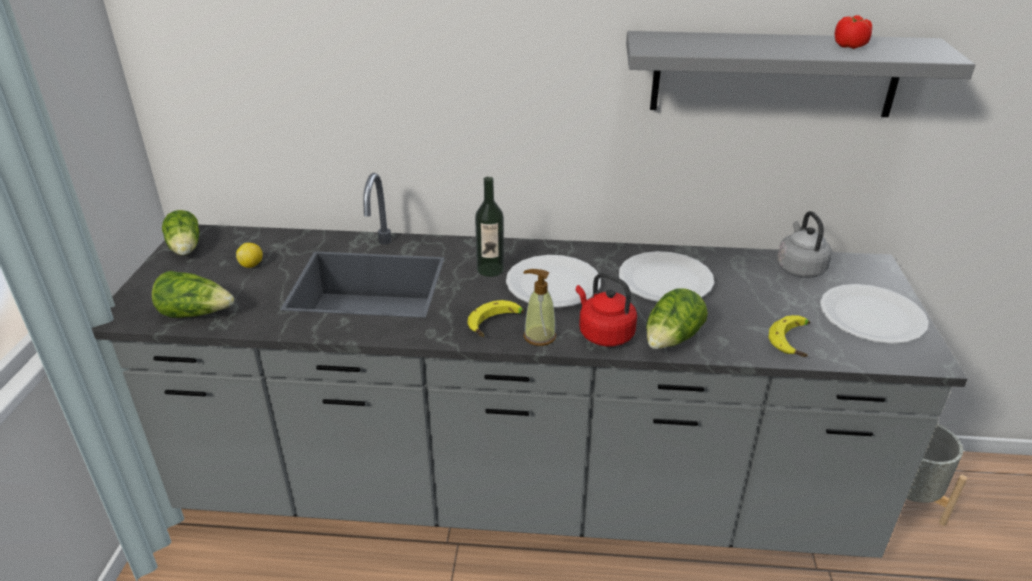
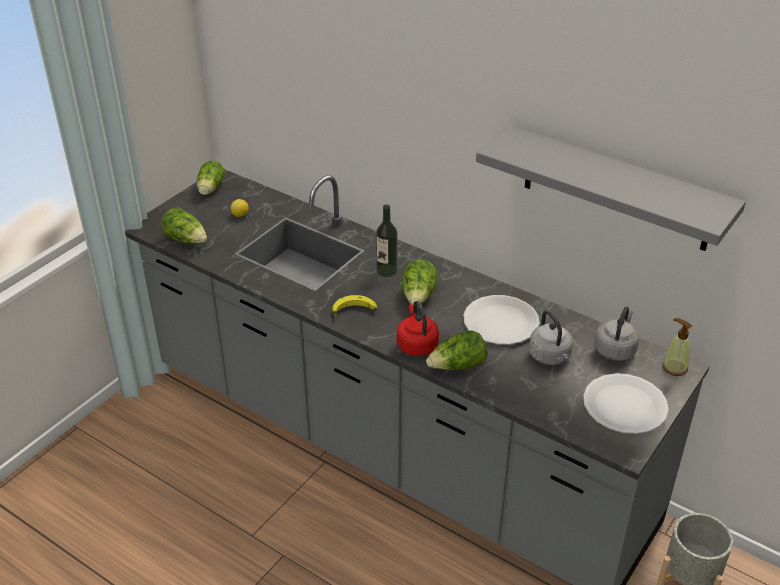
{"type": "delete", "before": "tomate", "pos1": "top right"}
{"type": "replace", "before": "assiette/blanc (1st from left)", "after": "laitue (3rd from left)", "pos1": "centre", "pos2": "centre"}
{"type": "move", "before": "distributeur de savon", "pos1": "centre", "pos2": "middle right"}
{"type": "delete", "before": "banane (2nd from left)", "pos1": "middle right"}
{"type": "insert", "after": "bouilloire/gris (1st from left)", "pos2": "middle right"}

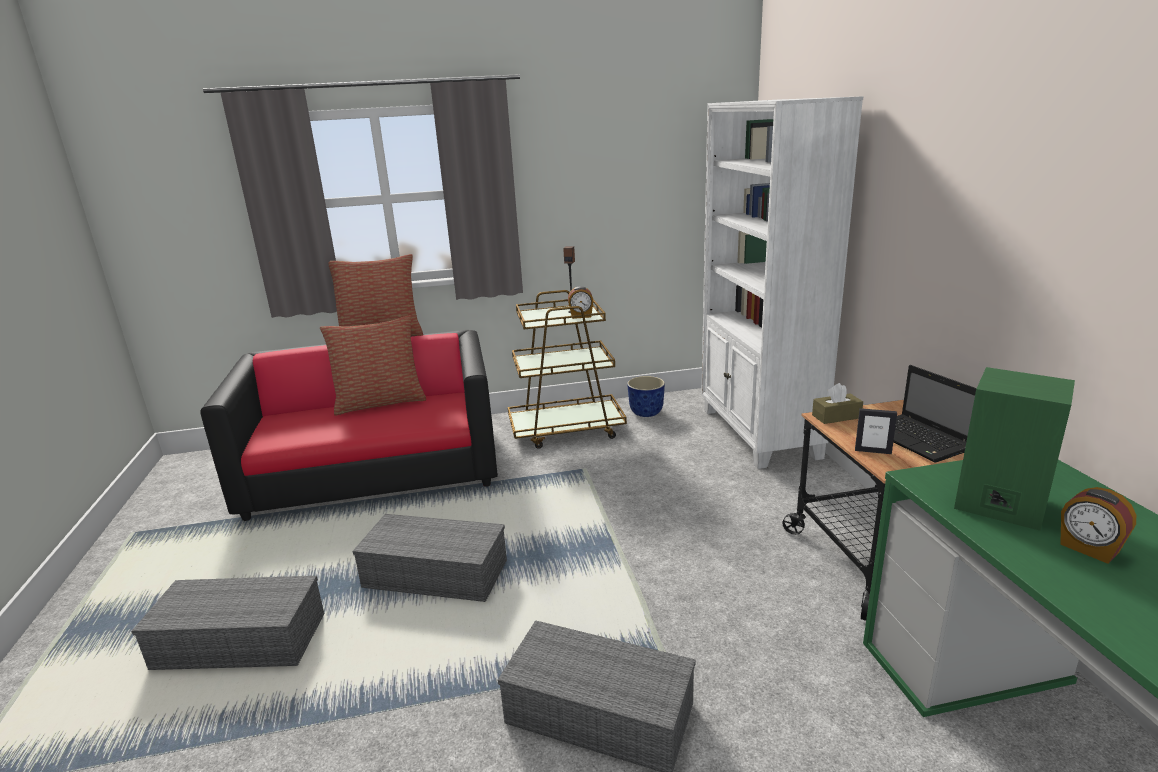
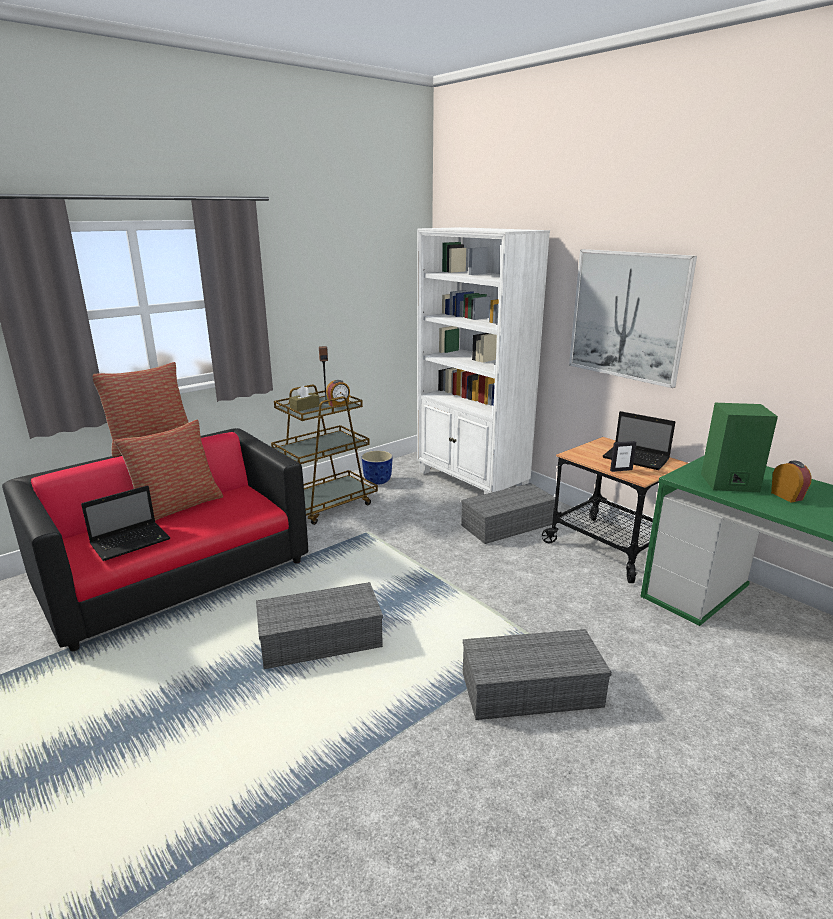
{"type": "move", "before": "boîte à mouchoirs/marron", "pos1": "middle right", "pos2": "centre"}
{"type": "rotate", "before": "réveil (2nd from left)", "pos1": "bottom right", "pos2": "middle right", "turn": -135}
{"type": "move", "before": "boîte de rangement/gris (1st from left in the first image)", "after": "boîte de rangement/gris (2nd from left)", "pos1": "bottom left", "pos2": "centre"}
{"type": "insert", "after": "tableau", "pos2": "middle right"}
{"type": "insert", "after": "ordinateur portable (1st from left)", "pos2": "middle left"}

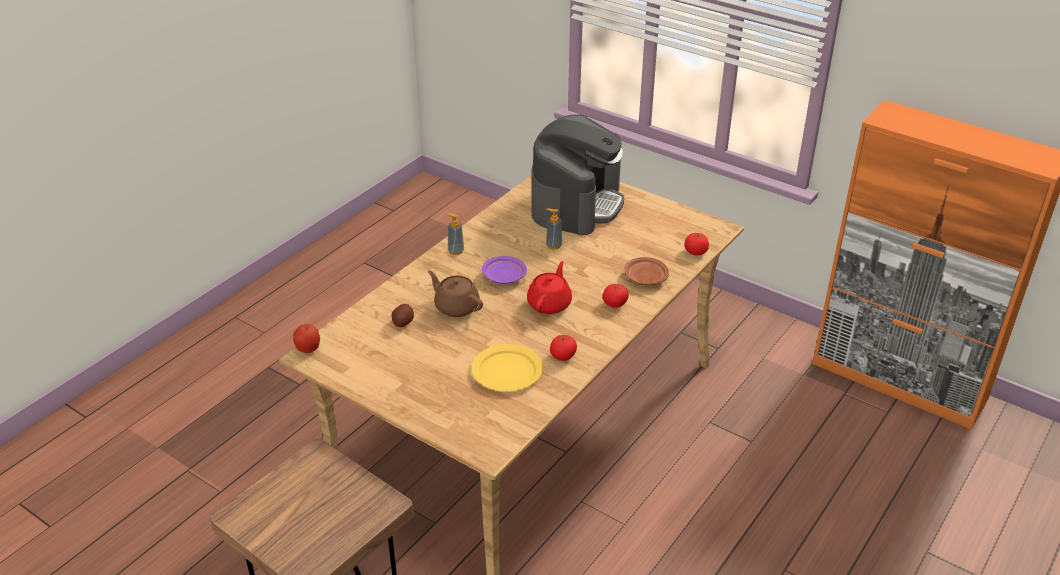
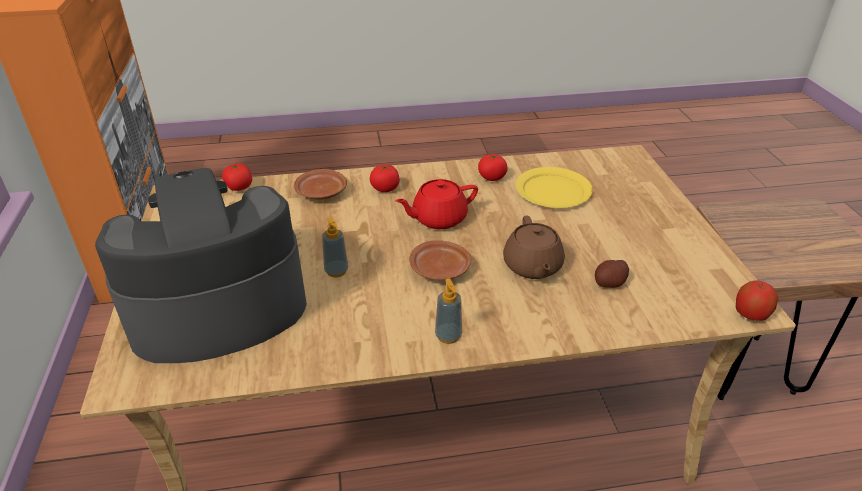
{"type": "recolor", "before": "assiette/violet", "after": "assiette/marron (2nd from left)", "pos1": "centre", "pos2": "centre"}

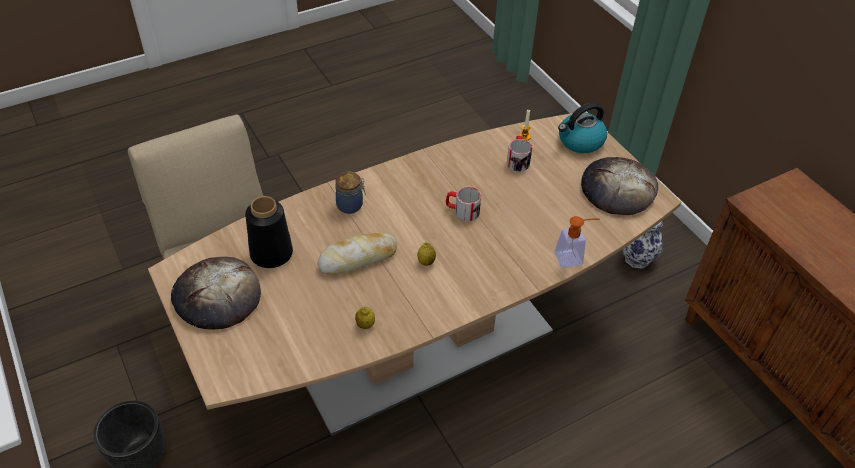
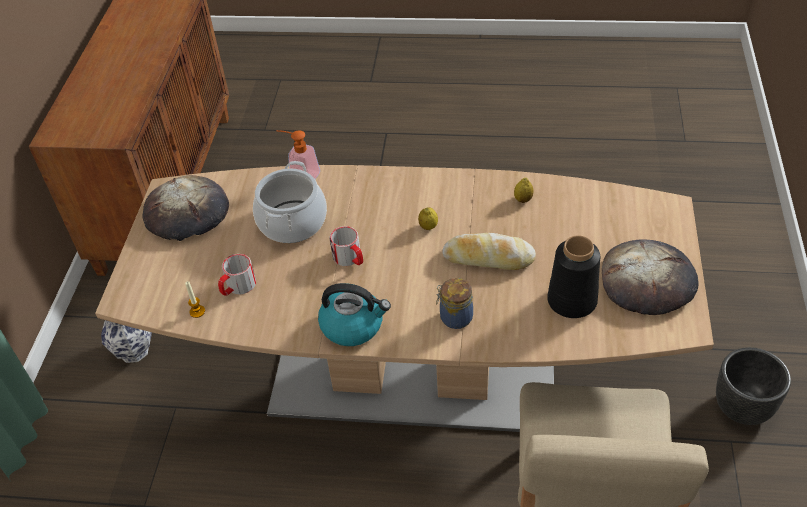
{"type": "move", "before": "bouilloire", "pos1": "top right", "pos2": "centre"}
{"type": "insert", "after": "marmite", "pos2": "centre"}

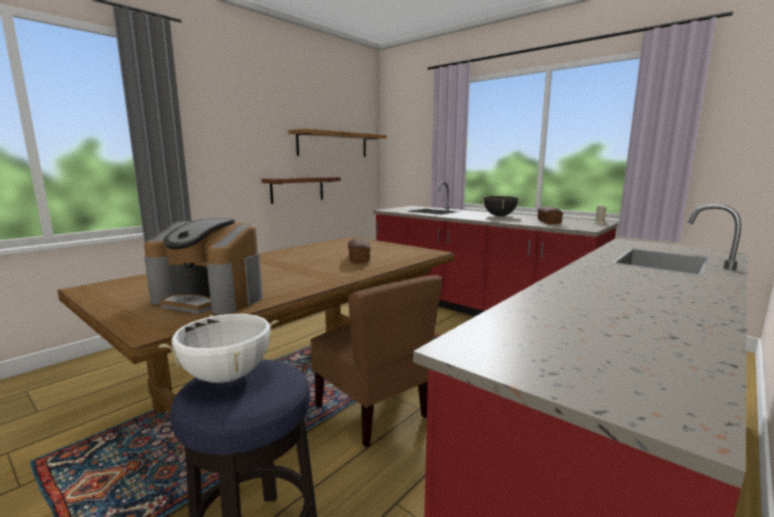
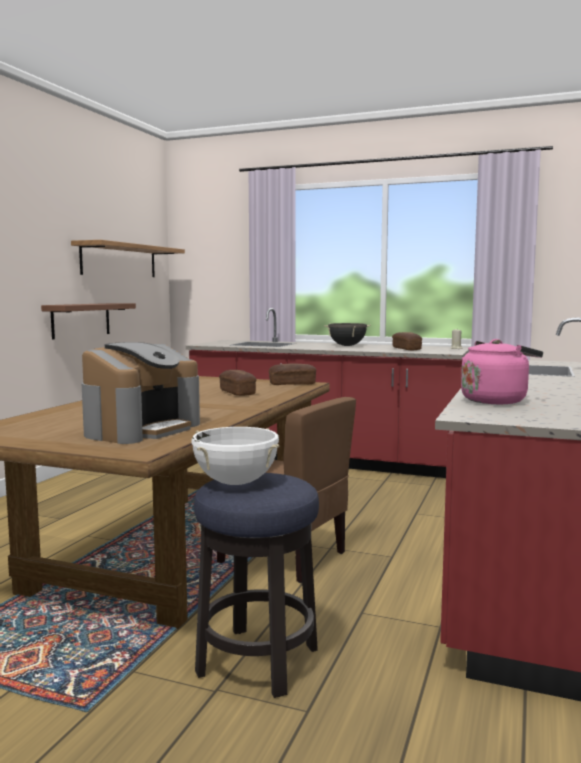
{"type": "rotate", "before": "machine à café", "pos1": "middle left", "pos2": "middle left", "turn": -60}
{"type": "insert", "after": "bouilloire/rose", "pos2": "middle right"}
{"type": "insert", "after": "pain (2nd from left)", "pos2": "centre"}

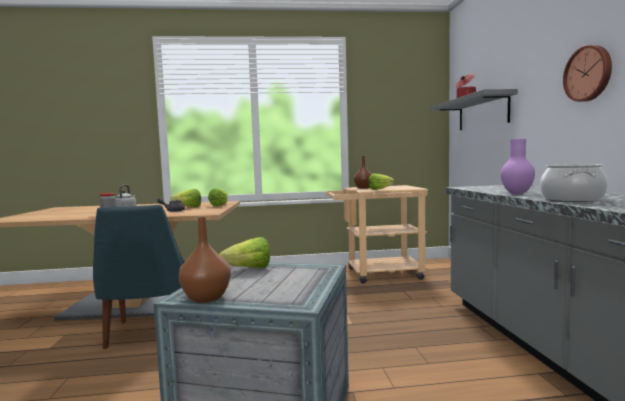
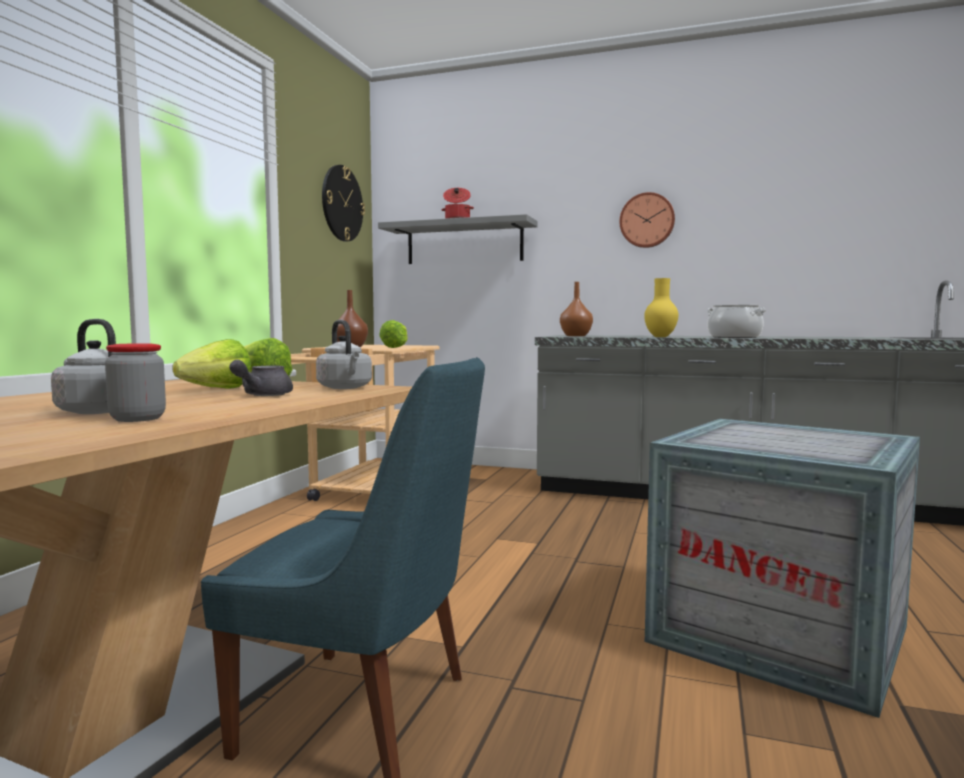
{"type": "recolor", "before": "vase/violet", "after": "vase/jaune", "pos1": "middle right", "pos2": "middle right"}
{"type": "move", "before": "vase/marron (1st from left in the first image)", "after": "vase/marron (2nd from left)", "pos1": "middle left", "pos2": "centre"}
{"type": "delete", "before": "laitue (3rd from left)", "pos1": "centre"}
{"type": "insert", "after": "horloge murale (1st from left)", "pos2": "top centre"}
{"type": "insert", "after": "bouilloire/gris (2nd from left)", "pos2": "centre"}

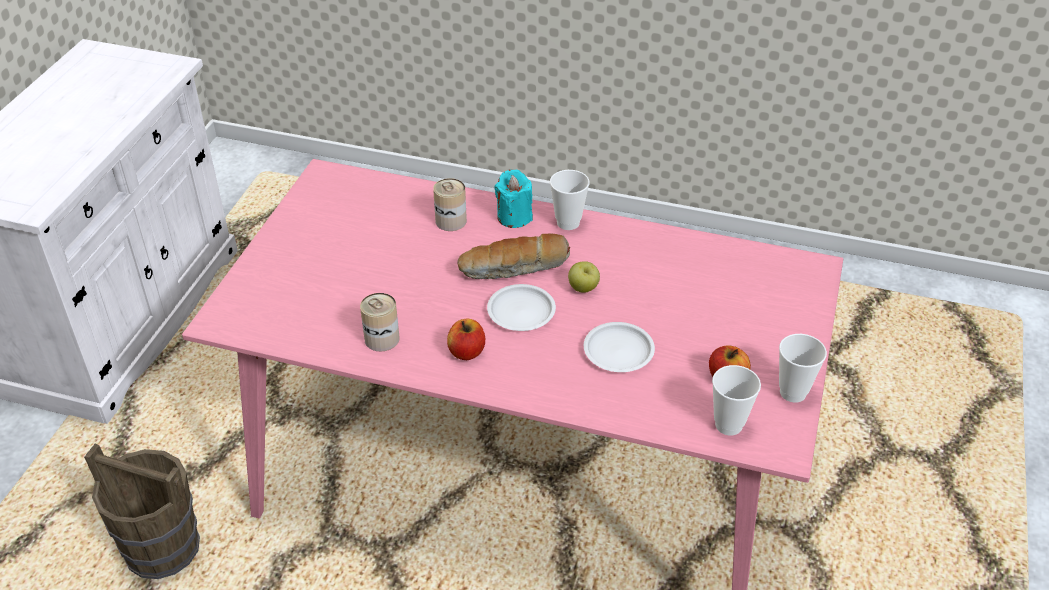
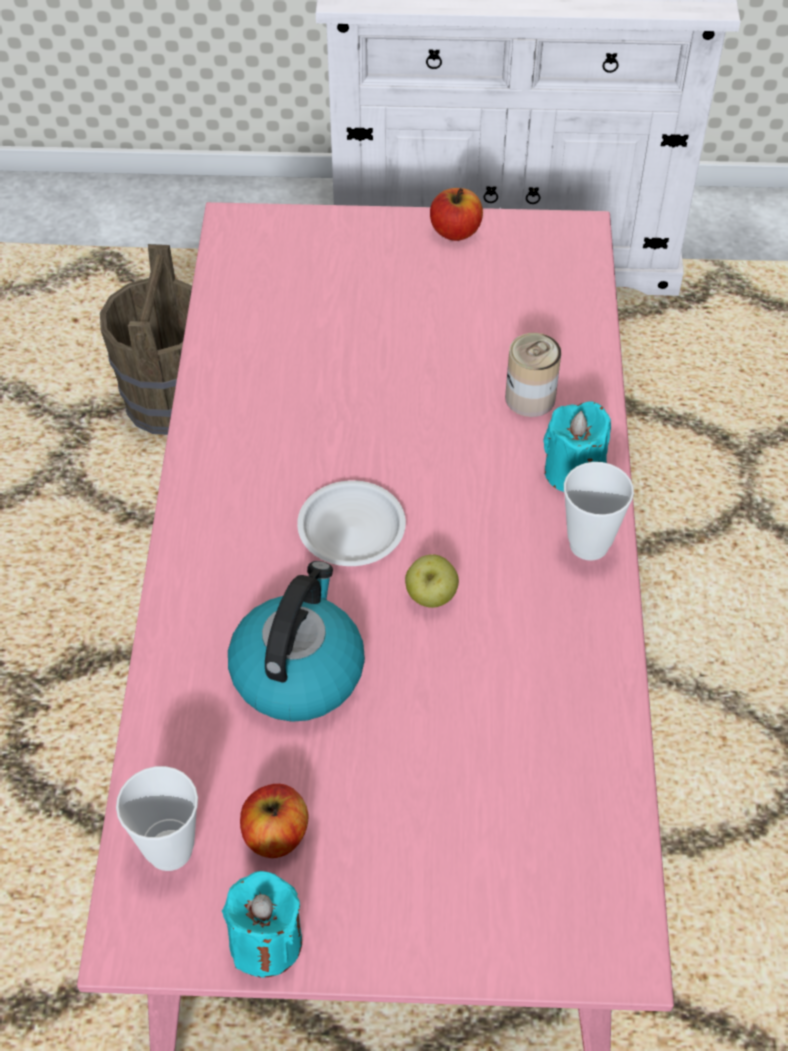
{"type": "delete", "before": "pain", "pos1": "centre"}
{"type": "delete", "before": "boîte métallique (1st from left)", "pos1": "centre"}
{"type": "move", "before": "pomme (1st from left in the first image)", "after": "pomme (3rd from left)", "pos1": "centre", "pos2": "top centre"}
{"type": "replace", "before": "assiette/blanc (2nd from left)", "after": "bouilloire", "pos1": "centre", "pos2": "centre"}
{"type": "replace", "before": "tasse (3rd from left)", "after": "bougie/turquoise (1st from left)", "pos1": "middle right", "pos2": "bottom left"}

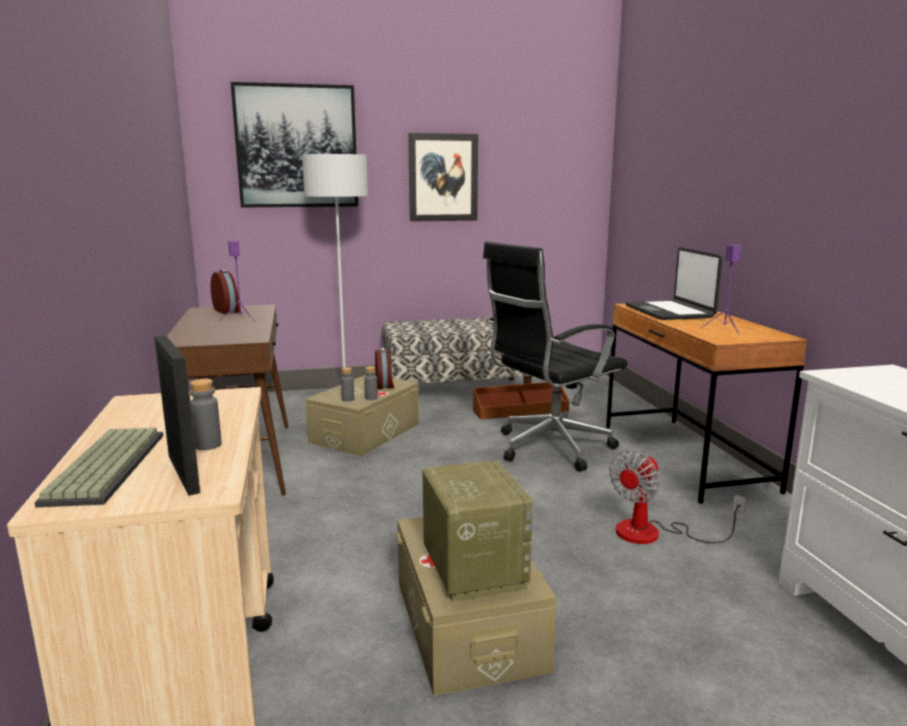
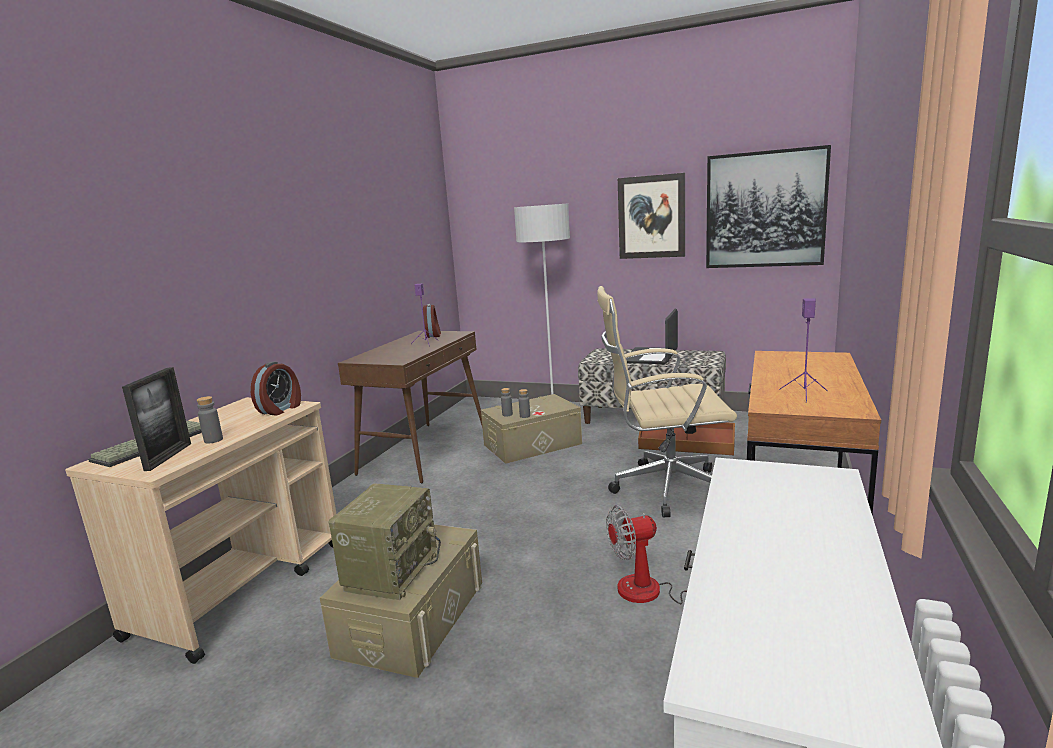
{"type": "move", "before": "tableau (1st from left in the first image)", "after": "tableau (2nd from left)", "pos1": "top left", "pos2": "top right"}
{"type": "recolor", "before": "chaise de bureau/noir", "after": "chaise de bureau/beige", "pos1": "centre", "pos2": "centre"}
{"type": "move", "before": "ordinateur portable", "pos1": "middle right", "pos2": "centre"}
{"type": "move", "before": "réveil (2nd from left in the first image)", "after": "réveil (1st from left)", "pos1": "centre", "pos2": "middle left"}

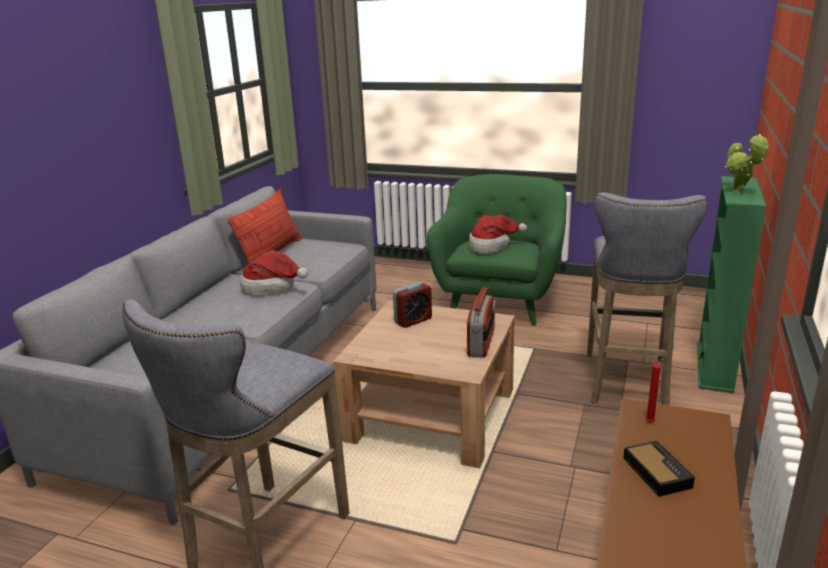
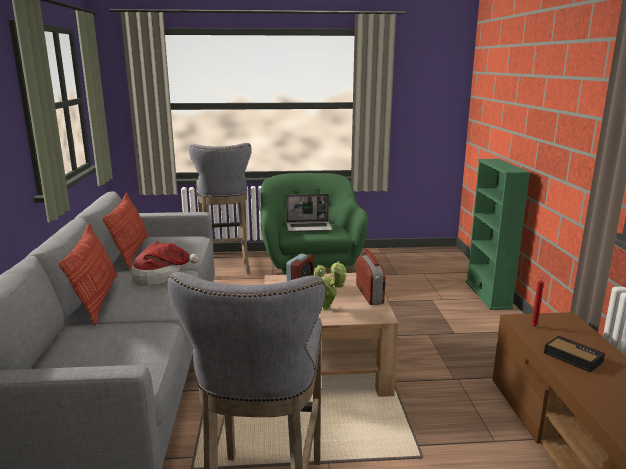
{"type": "move", "before": "plante en pot", "pos1": "top right", "pos2": "centre"}
{"type": "move", "before": "tabouret/gris (2nd from left in the first image)", "after": "tabouret/gris (1st from left)", "pos1": "middle right", "pos2": "centre"}
{"type": "replace", "before": "chapeau (2nd from left)", "after": "ordinateur portable", "pos1": "centre", "pos2": "centre"}
{"type": "insert", "after": "coussin (1st from left)", "pos2": "middle left"}

